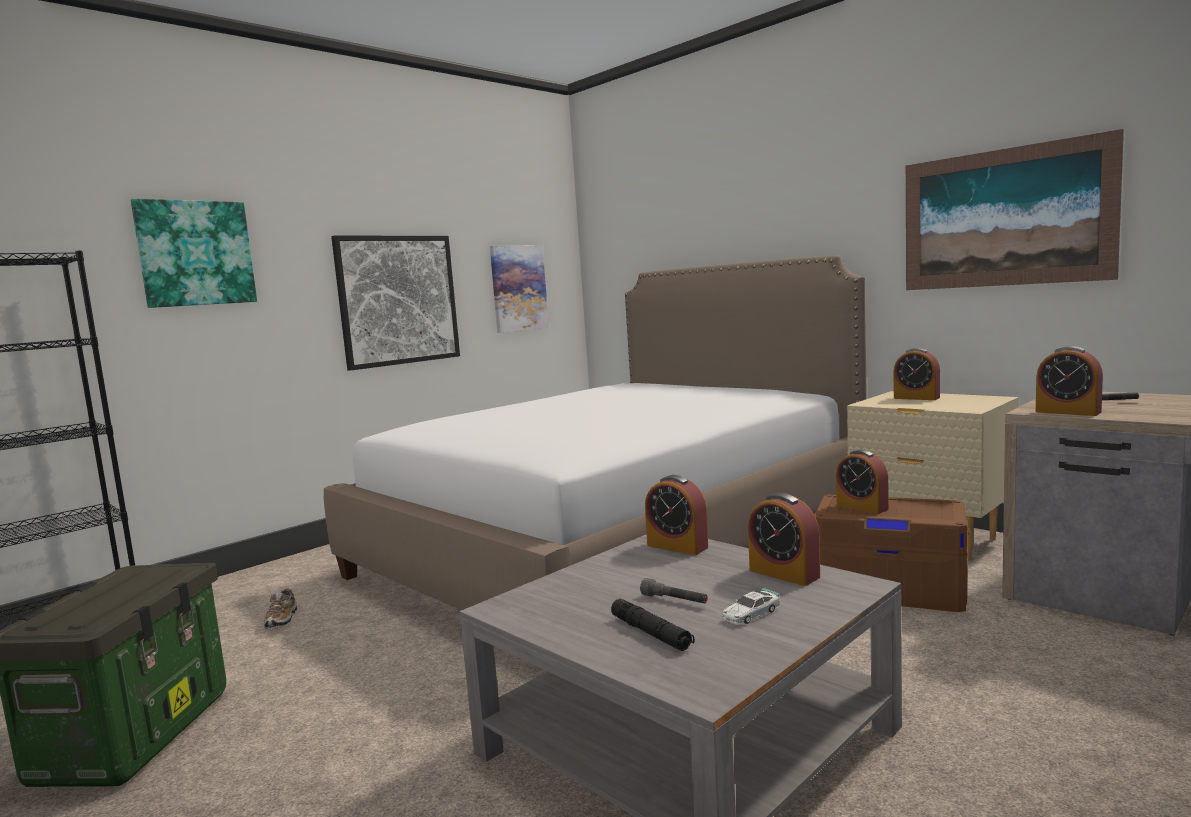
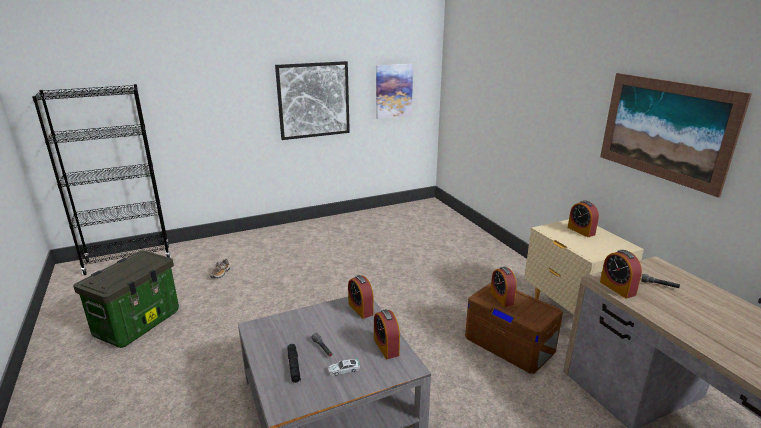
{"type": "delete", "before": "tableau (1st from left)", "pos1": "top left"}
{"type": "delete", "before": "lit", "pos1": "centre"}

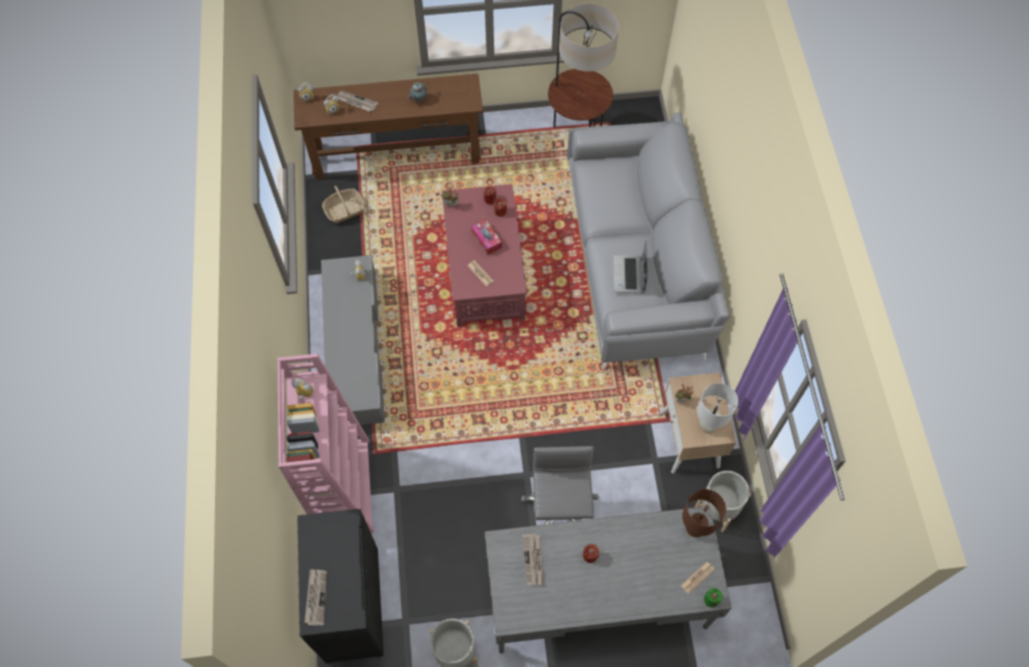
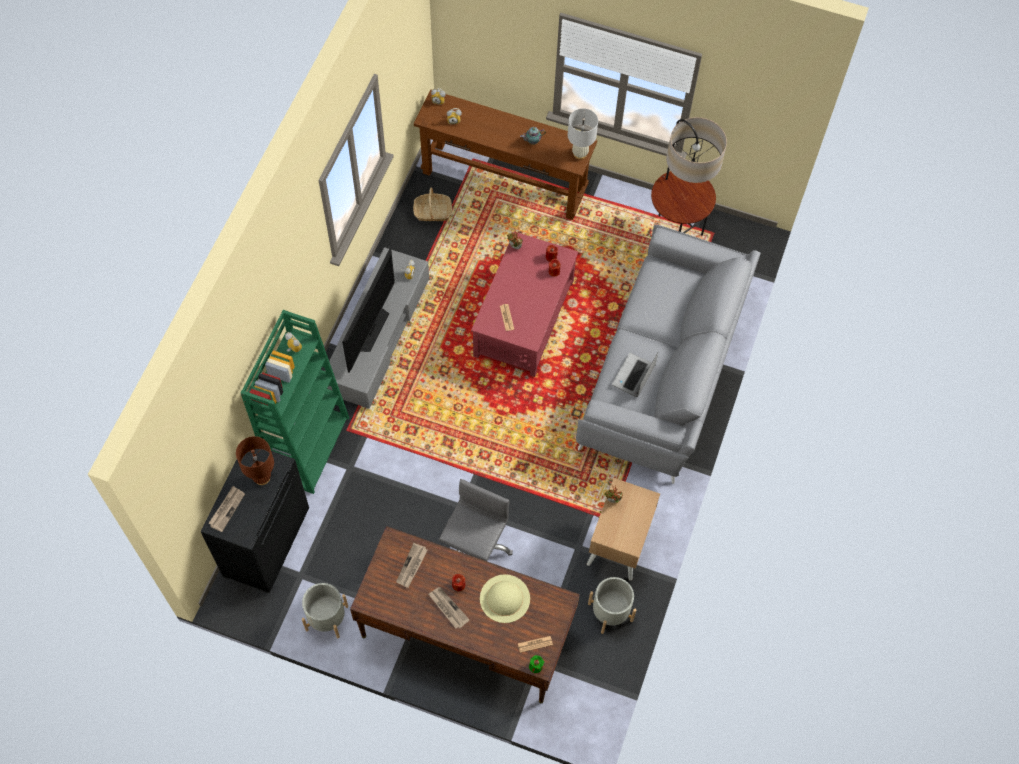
{"type": "move", "before": "journal (2nd from left in the first image)", "after": "journal (3rd from left)", "pos1": "top centre", "pos2": "bottom centre"}
{"type": "delete", "before": "boîte à mouchoirs", "pos1": "centre"}
{"type": "recolor", "before": "bibliothèque/rose", "after": "bibliothèque/vert", "pos1": "middle left", "pos2": "middle left"}
{"type": "move", "before": "lampe de table/blanc", "pos1": "middle right", "pos2": "top centre"}
{"type": "move", "before": "lampe de table/marron", "pos1": "bottom right", "pos2": "middle left"}
{"type": "recolor", "before": "bureau/gris", "after": "bureau/marron", "pos1": "bottom centre", "pos2": "bottom centre"}
{"type": "insert", "after": "téléviseur", "pos2": "centre"}
{"type": "insert", "after": "chapeau/beige", "pos2": "bottom centre"}

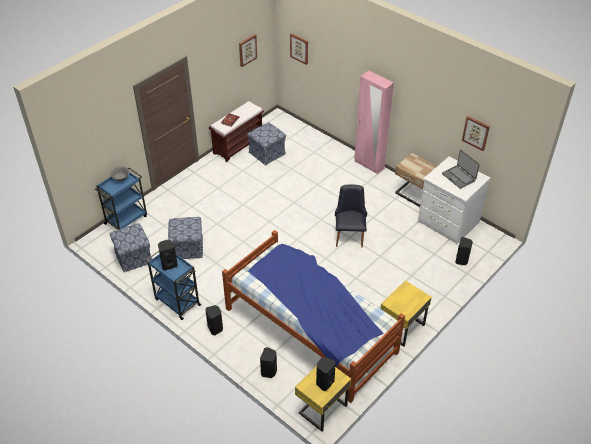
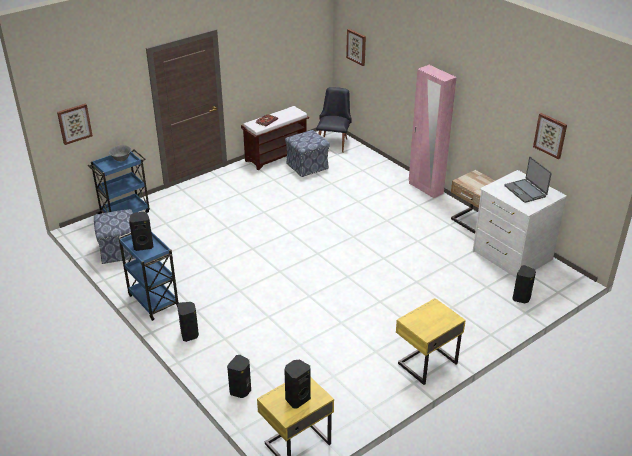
{"type": "move", "before": "tableau (1st from left)", "pos1": "top centre", "pos2": "top left"}
{"type": "move", "before": "chaise/noir", "pos1": "centre", "pos2": "top centre"}
{"type": "delete", "before": "pouf (2nd from left)", "pos1": "middle left"}
{"type": "delete", "before": "lit", "pos1": "bottom centre"}

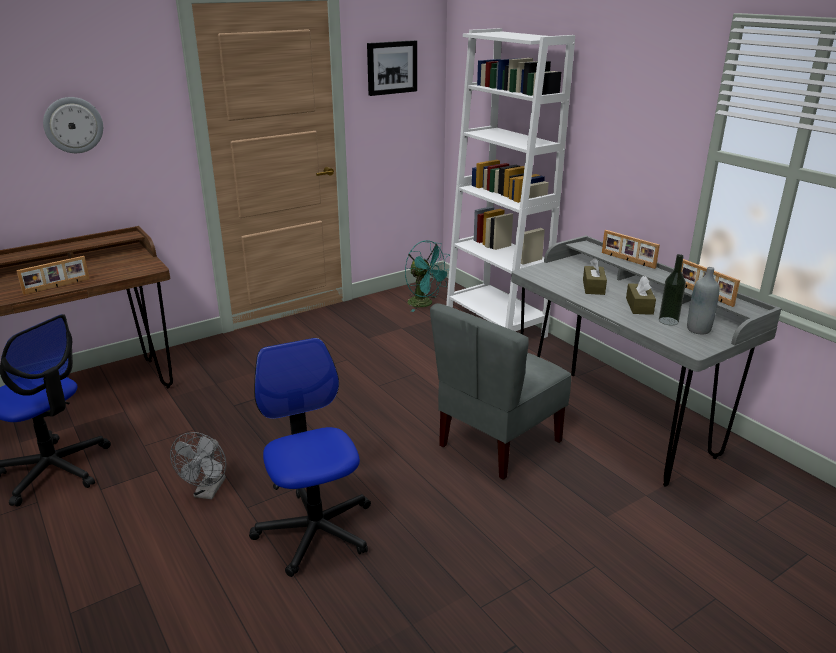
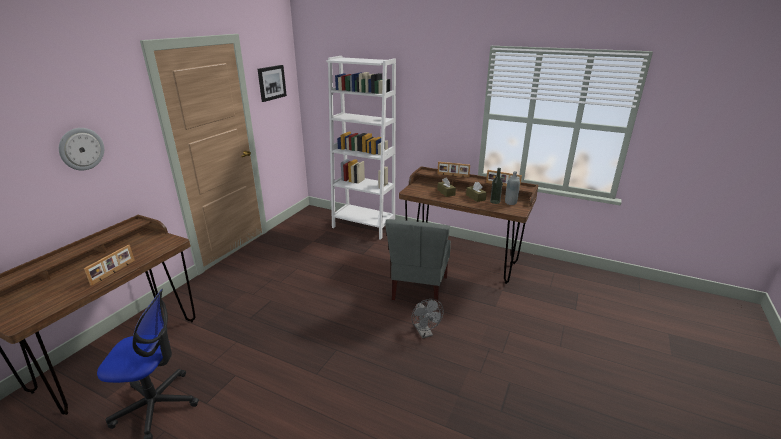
{"type": "recolor", "before": "bureau/gris", "after": "bureau/marron (2nd from left)", "pos1": "middle right", "pos2": "centre"}
{"type": "delete", "before": "ventilateur/turquoise", "pos1": "centre"}
{"type": "delete", "before": "chaise de bureau (2nd from left)", "pos1": "bottom centre"}
{"type": "move", "before": "ventilateur/gris", "pos1": "bottom left", "pos2": "bottom centre"}

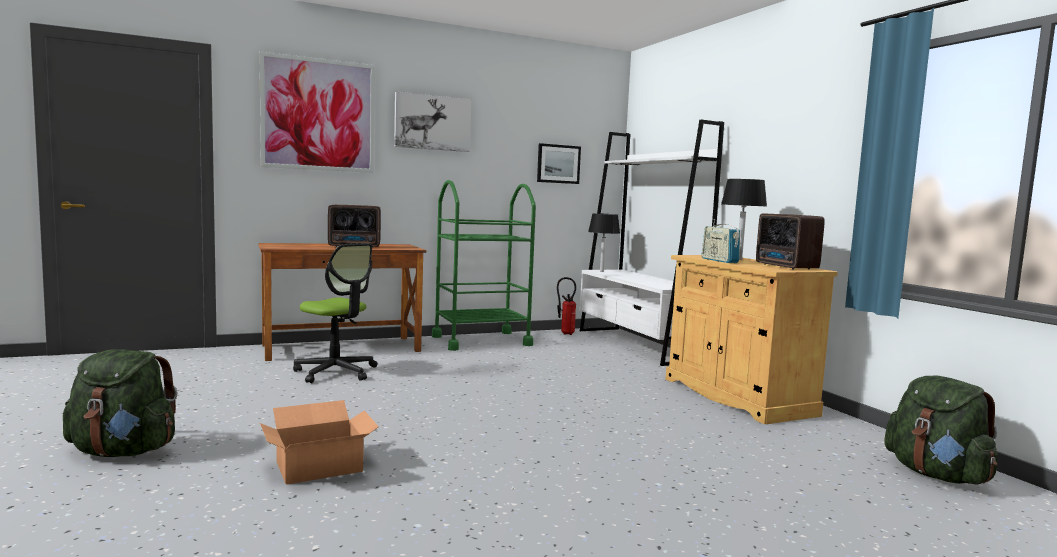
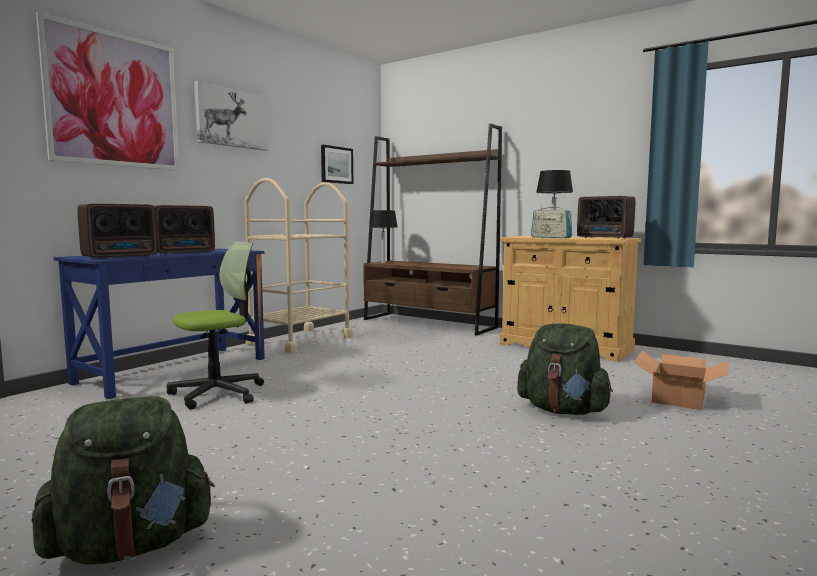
{"type": "recolor", "before": "bibliothèque/blanc", "after": "bibliothèque/marron", "pos1": "centre", "pos2": "centre"}
{"type": "recolor", "before": "chariot/vert", "after": "chariot/beige", "pos1": "centre", "pos2": "centre"}
{"type": "recolor", "before": "bureau/marron", "after": "bureau/bleu", "pos1": "middle left", "pos2": "middle left"}
{"type": "rotate", "before": "chaise de bureau", "pos1": "middle left", "pos2": "middle left", "turn": -45}
{"type": "delete", "before": "extincteur", "pos1": "centre"}
{"type": "move", "before": "sac à dos/vert (2nd from left)", "pos1": "bottom right", "pos2": "middle right"}
{"type": "move", "before": "carton", "pos1": "bottom left", "pos2": "middle right"}
{"type": "insert", "after": "radio (1st from left)", "pos2": "middle left"}

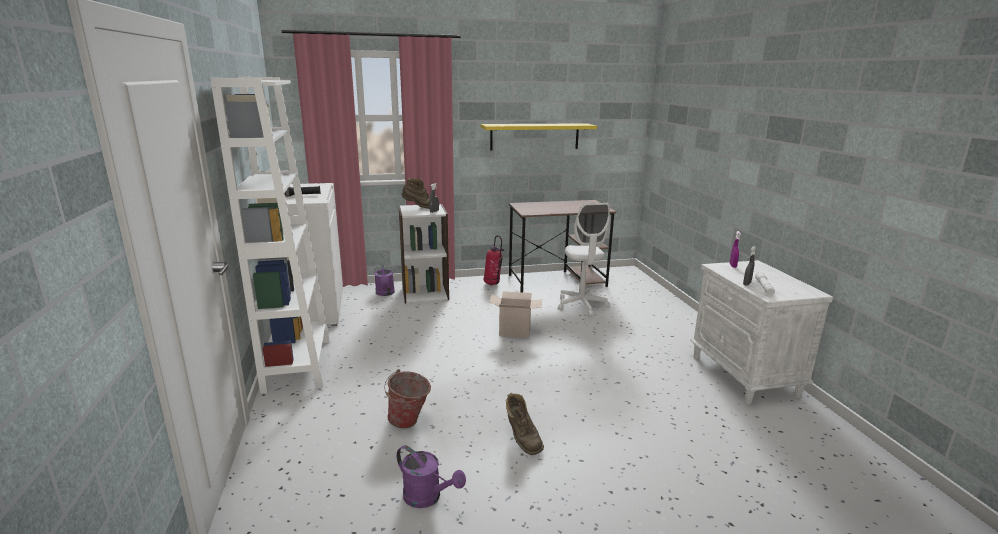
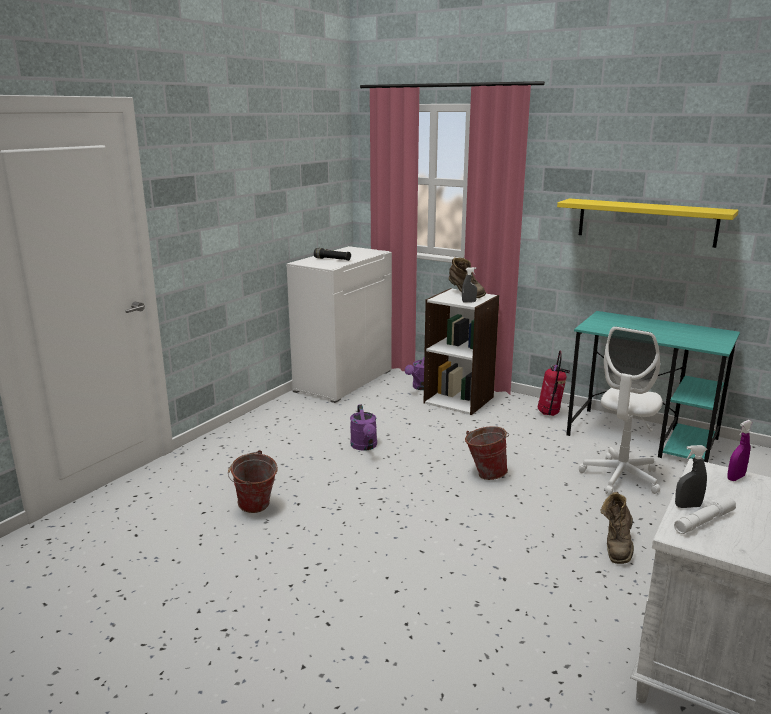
{"type": "delete", "before": "bibliothèque/blanc (1st from left)", "pos1": "middle left"}
{"type": "recolor", "before": "bureau/marron", "after": "bureau/turquoise", "pos1": "centre", "pos2": "middle right"}
{"type": "replace", "before": "carton", "after": "seau (2nd from left)", "pos1": "centre", "pos2": "centre"}
{"type": "move", "before": "botte/marron (2nd from left)", "pos1": "bottom centre", "pos2": "bottom right"}
{"type": "move", "before": "arrosoir/violet (2nd from left in the first image)", "after": "arrosoir/violet (1st from left)", "pos1": "bottom centre", "pos2": "centre"}

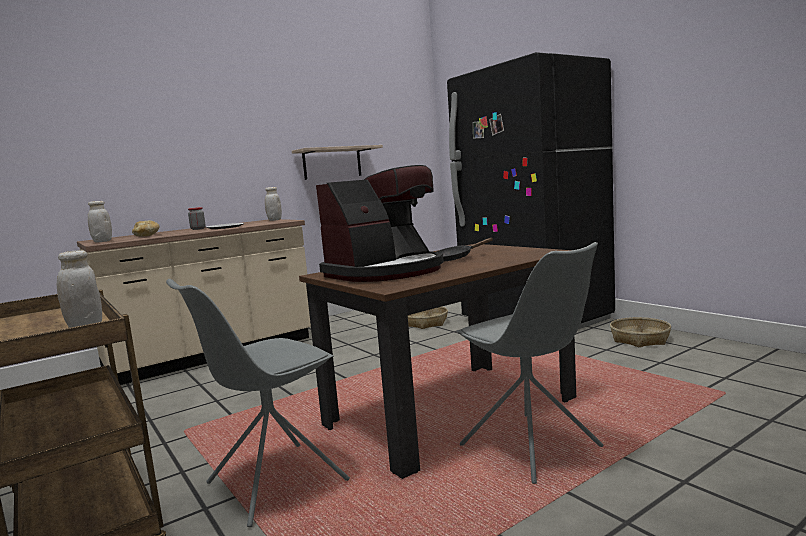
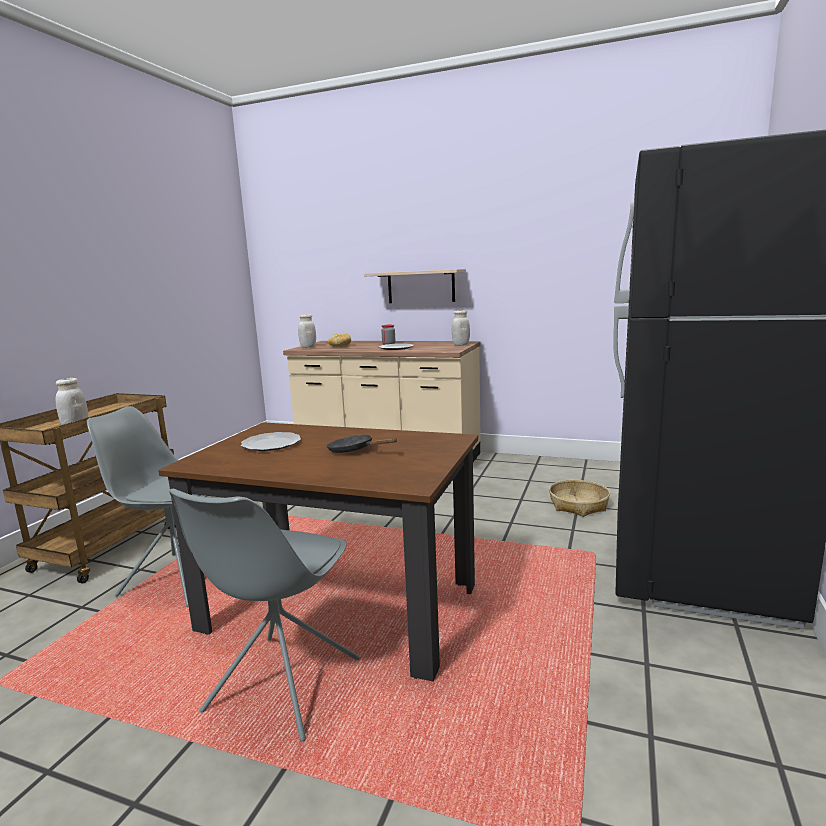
{"type": "move", "before": "étagère", "pos1": "top centre", "pos2": "centre"}
{"type": "replace", "before": "machine à café", "after": "assiette (1st from left)", "pos1": "centre", "pos2": "middle left"}
{"type": "delete", "before": "panier (2nd from left)", "pos1": "middle right"}

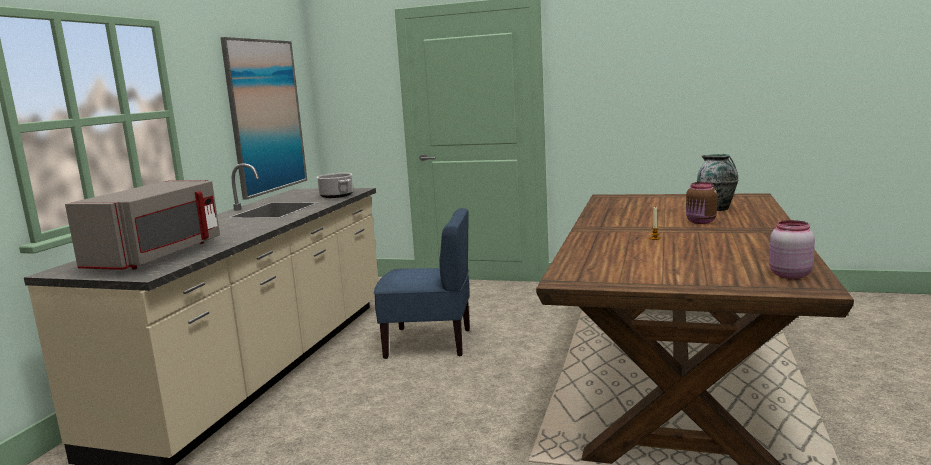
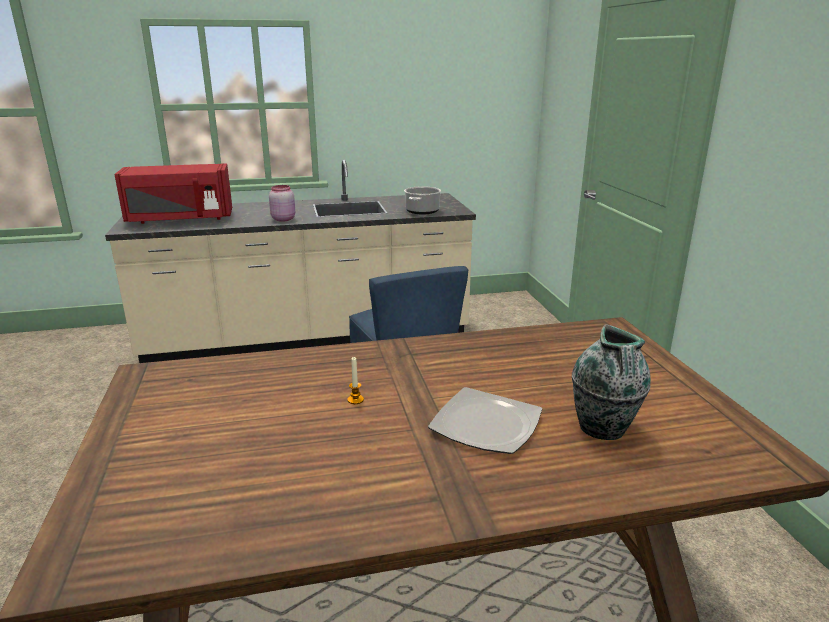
{"type": "delete", "before": "tableau", "pos1": "top left"}
{"type": "recolor", "before": "micro-ondes/gris", "after": "micro-ondes/rouge", "pos1": "middle left", "pos2": "top left"}
{"type": "replace", "before": "bocal/marron", "after": "assiette", "pos1": "middle right", "pos2": "bottom centre"}
{"type": "move", "before": "bocal/rose", "pos1": "middle right", "pos2": "top centre"}

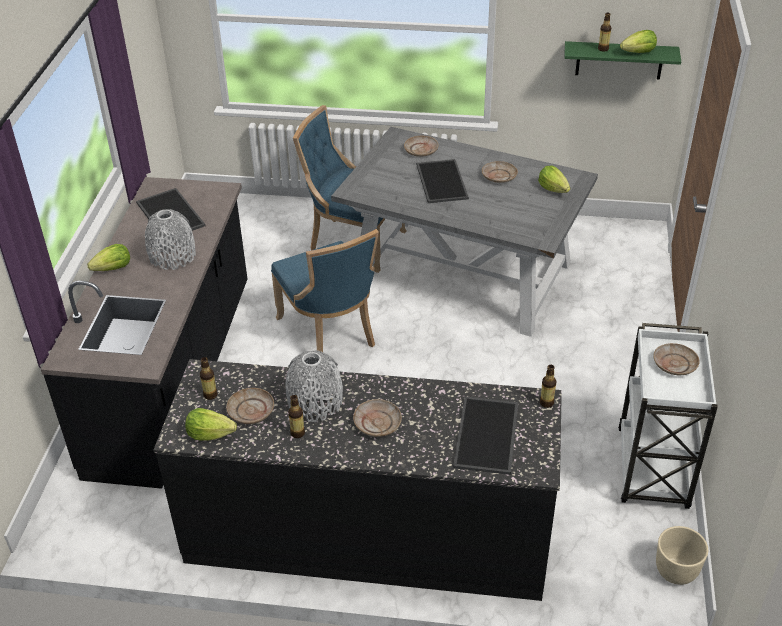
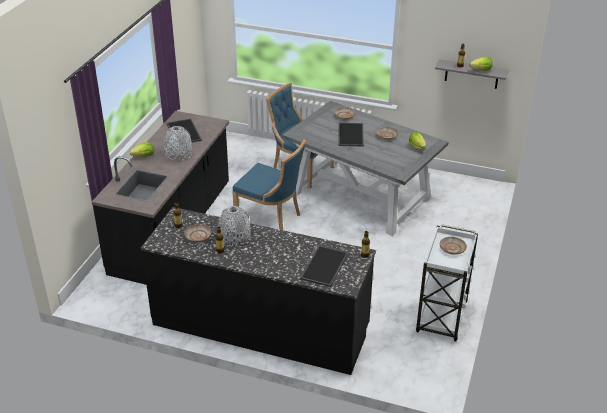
{"type": "recolor", "before": "étagère/vert", "after": "étagère/gris", "pos1": "top right", "pos2": "top right"}
{"type": "rotate", "before": "chaise/bleu (1st from left)", "pos1": "centre", "pos2": "centre", "turn": -45}
{"type": "delete", "before": "assiette/beige (2nd from left)", "pos1": "bottom centre"}
{"type": "delete", "before": "laitue (2nd from left)", "pos1": "bottom left"}
{"type": "delete", "before": "cache-pot/beige", "pos1": "bottom right"}

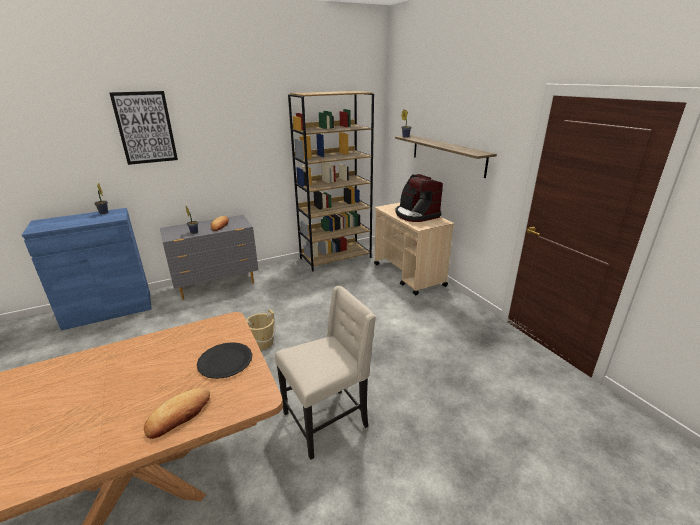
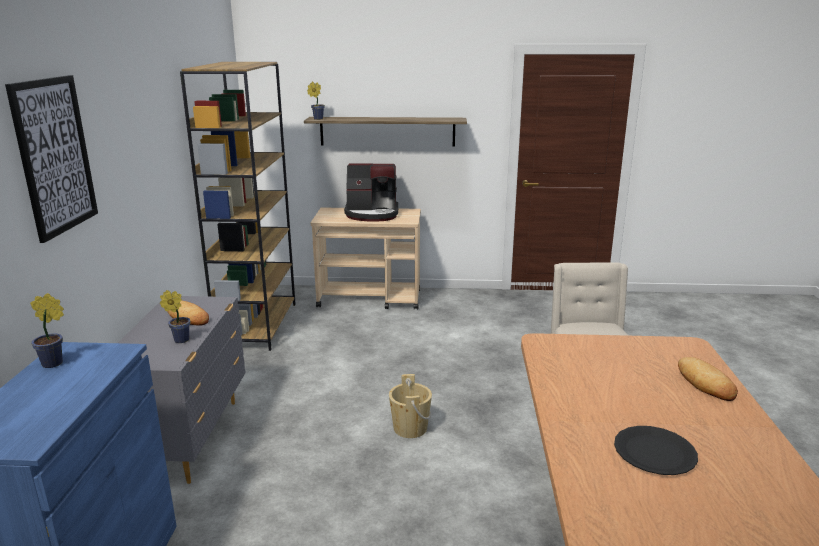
{"type": "move", "before": "assiette/noir", "pos1": "bottom left", "pos2": "bottom right"}

